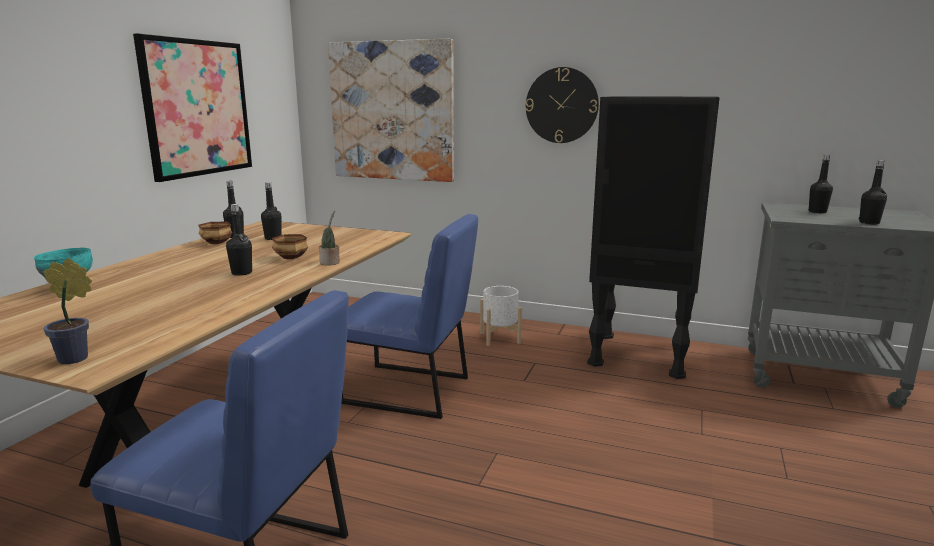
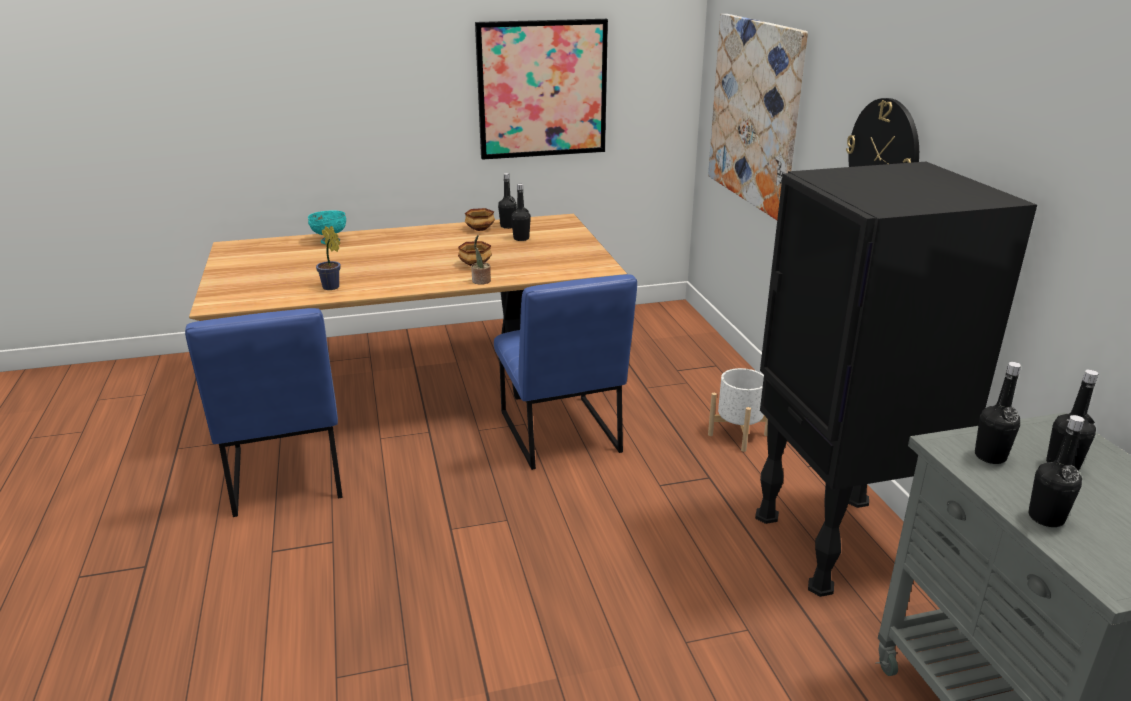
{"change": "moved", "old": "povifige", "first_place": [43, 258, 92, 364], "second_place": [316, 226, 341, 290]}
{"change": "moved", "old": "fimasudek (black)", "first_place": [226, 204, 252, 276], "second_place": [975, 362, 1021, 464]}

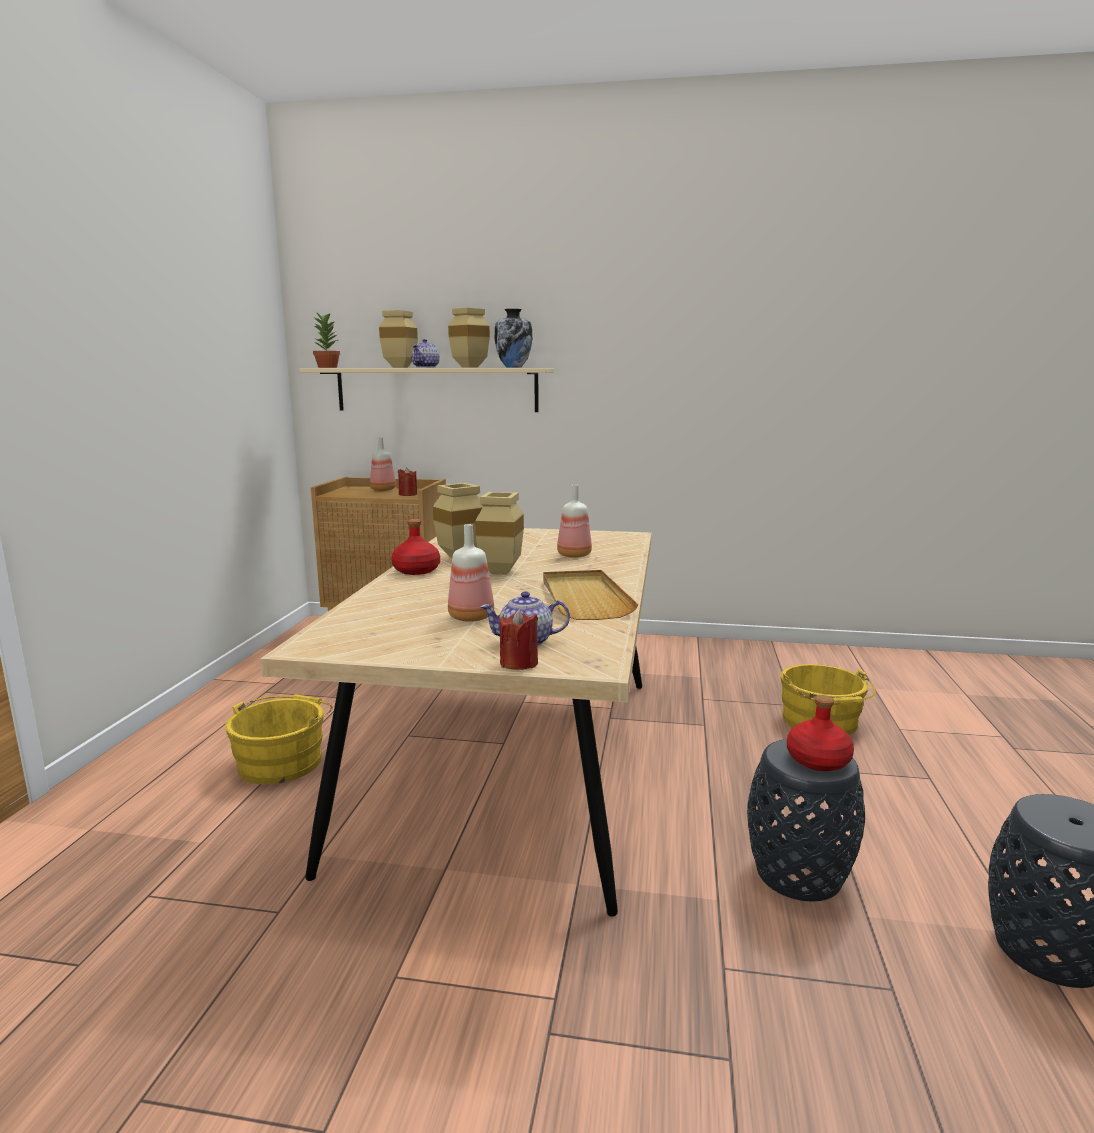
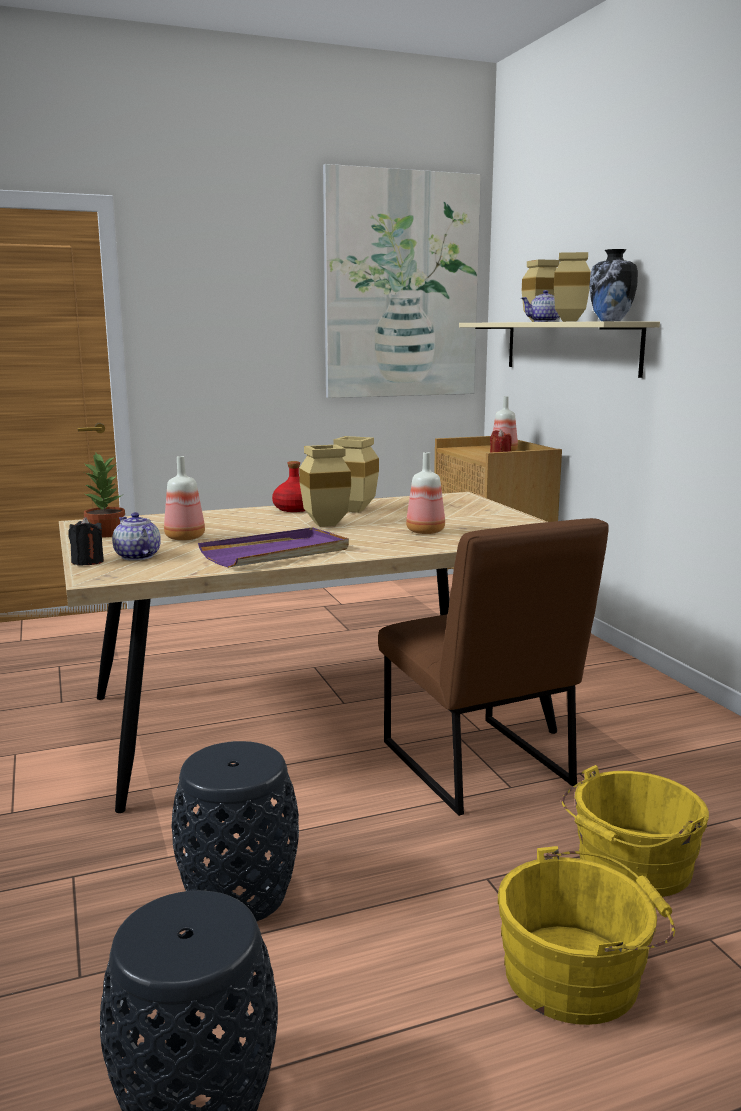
{"change": "moved", "old": "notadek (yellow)", "first_place": [225, 694, 333, 784], "second_place": [498, 846, 675, 1025]}
{"change": "moved", "old": "povifige", "first_place": [313, 311, 340, 368], "second_place": [84, 453, 125, 538]}
{"change": "recoloured", "old": "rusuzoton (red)", "new": "rusuzoton (black)", "first_place": [500, 609, 538, 670], "second_place": [68, 517, 104, 566]}
{"change": "recoloured", "old": "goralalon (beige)", "new": "goralalon (purple)", "first_place": [543, 570, 638, 620], "second_place": [198, 527, 349, 568]}
{"change": "removed", "old": "fimasudek (red)", "first_place": [787, 695, 854, 771]}
{"change": "added", "new": "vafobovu", "second_place": [323, 164, 481, 398]}
{"change": "added", "new": "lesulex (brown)", "second_place": [378, 518, 609, 816]}

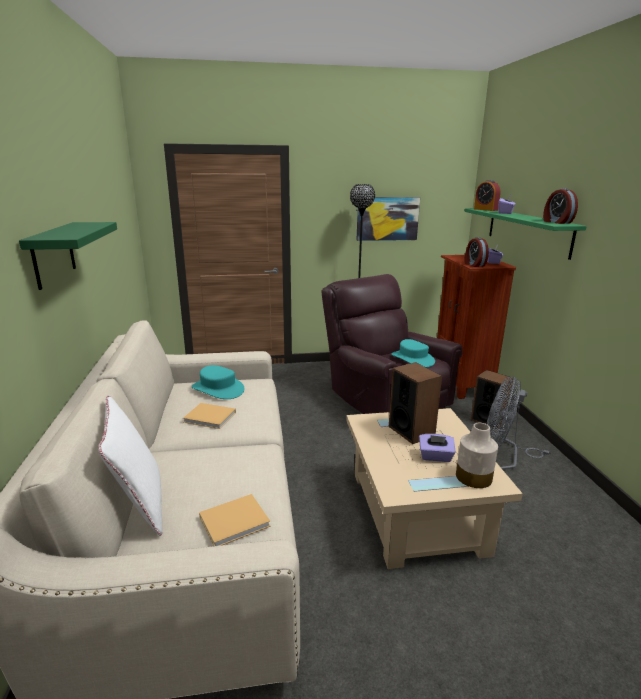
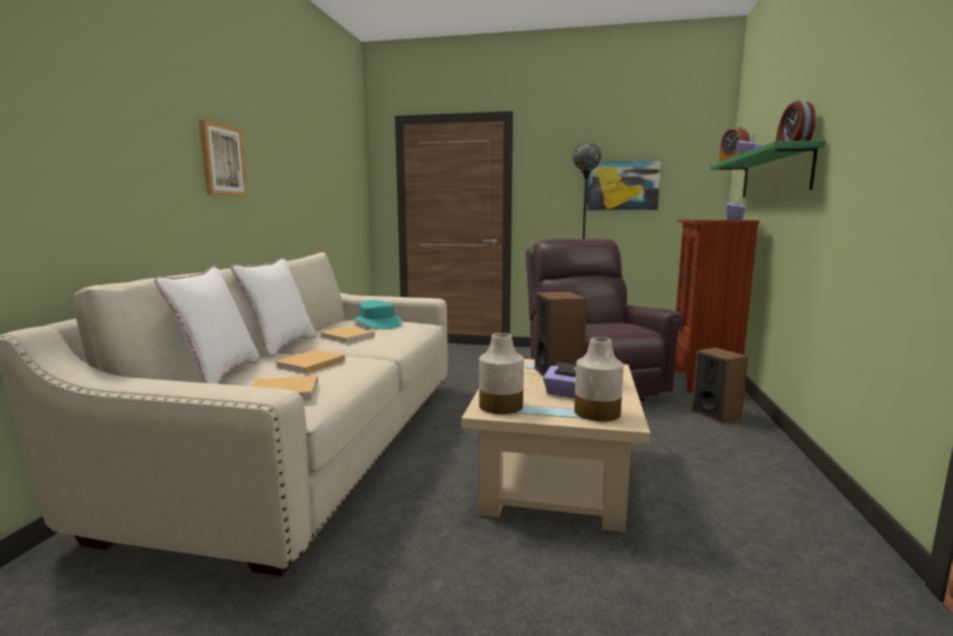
{"change": "replaced", "old": "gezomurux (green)", "new": "vafobovu", "first_place": [19, 222, 117, 290], "second_place": [199, 120, 248, 196]}
{"change": "removed", "old": "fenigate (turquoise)", "first_place": [391, 339, 435, 367]}
{"change": "removed", "old": "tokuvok", "first_place": [465, 237, 489, 267]}
{"change": "removed", "old": "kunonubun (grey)", "first_place": [487, 377, 551, 469]}
{"change": "added", "new": "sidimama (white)", "second_place": [231, 258, 316, 357]}
{"change": "added", "new": "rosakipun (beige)", "second_place": [275, 349, 345, 374]}
{"change": "added", "new": "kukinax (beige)", "second_place": [479, 333, 524, 414]}

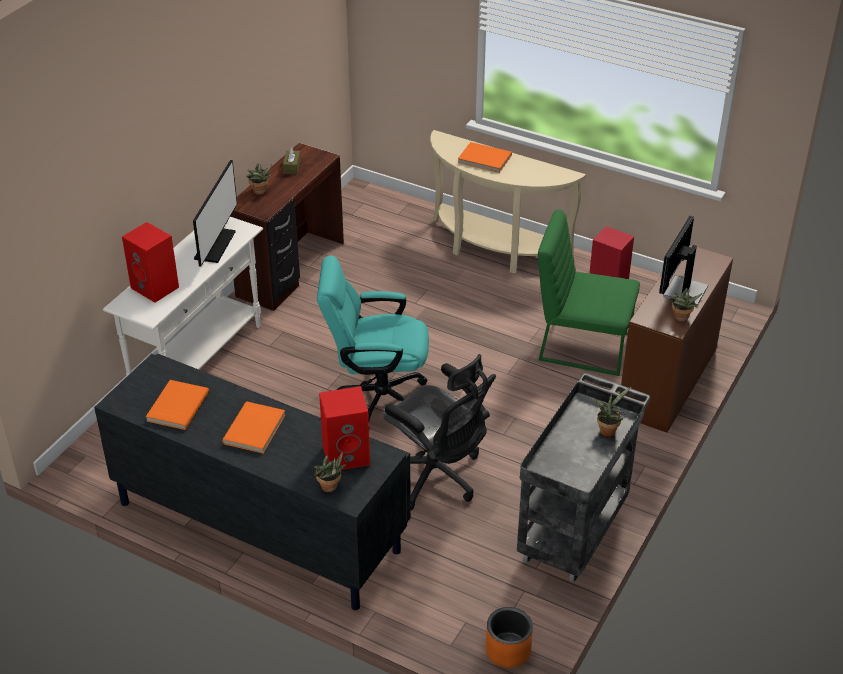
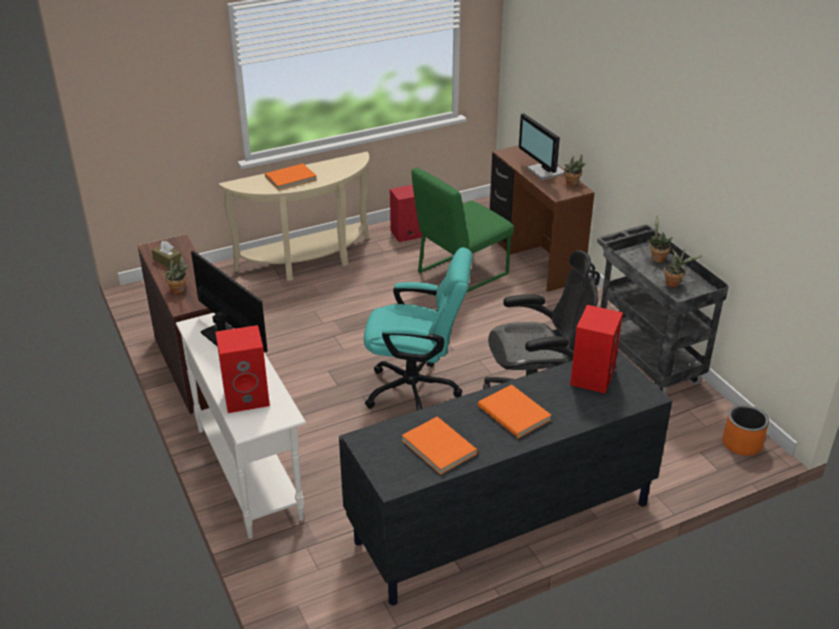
{"change": "moved", "old": "povifige", "first_place": [314, 451, 347, 492], "second_place": [664, 249, 703, 287]}
{"change": "turned", "old": "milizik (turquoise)", "first_place": [317, 256, 429, 421], "second_place": [364, 247, 472, 410], "degrees": -120}

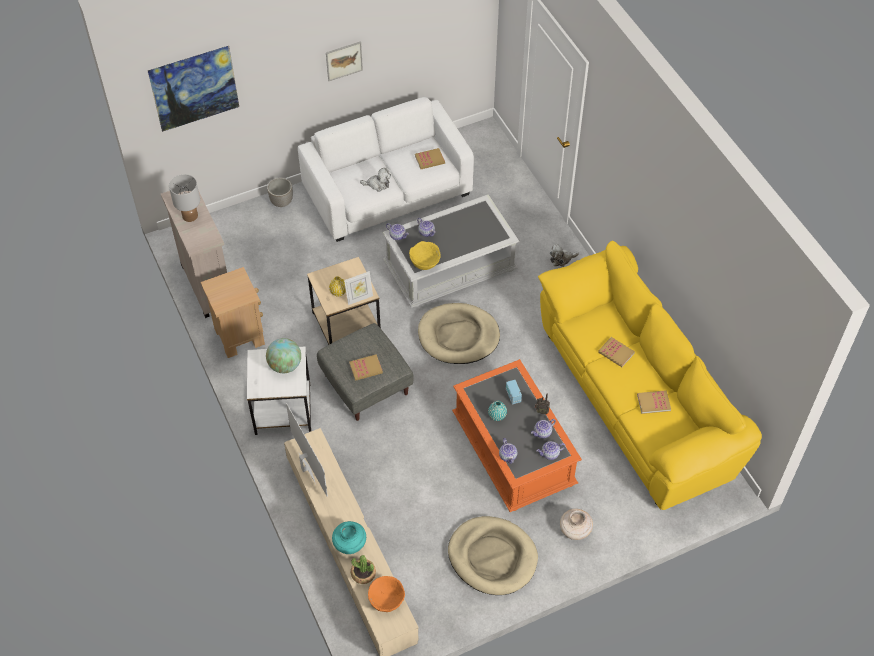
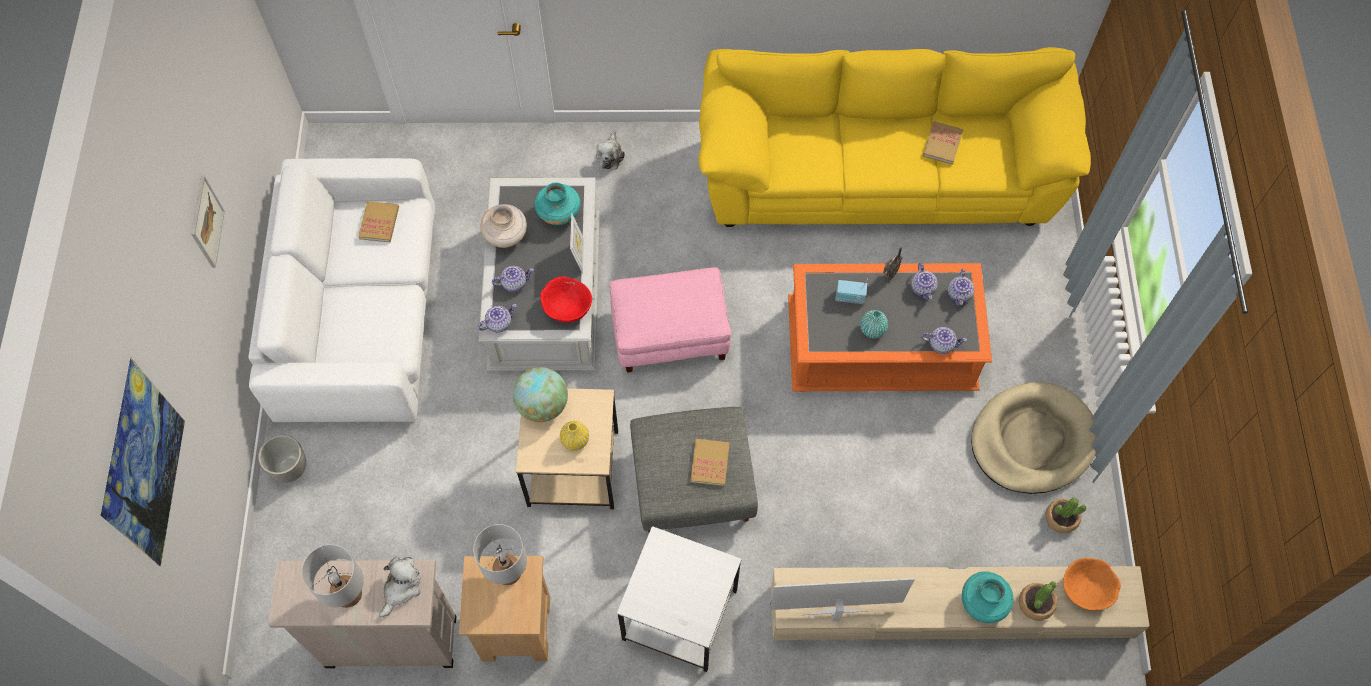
{"change": "moved", "old": "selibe", "first_place": [266, 338, 301, 373], "second_place": [513, 367, 568, 422]}
{"change": "moved", "old": "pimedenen", "first_place": [344, 271, 373, 305], "second_place": [570, 213, 584, 274]}
{"change": "moved", "old": "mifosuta", "first_place": [360, 168, 391, 192], "second_place": [379, 556, 421, 617]}
{"change": "recoloured", "old": "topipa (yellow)", "new": "topipa (red)", "first_place": [409, 241, 441, 270], "second_place": [540, 277, 592, 323]}
{"change": "replaced", "old": "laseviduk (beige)", "new": "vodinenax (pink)", "first_place": [418, 303, 500, 364], "second_place": [610, 267, 731, 373]}
{"change": "moved", "old": "kukinax (beige)", "first_place": [560, 509, 593, 540], "second_place": [481, 204, 527, 248]}
{"change": "removed", "old": "rosakipun", "first_place": [598, 337, 635, 367]}
{"change": "added", "new": "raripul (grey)", "second_place": [473, 524, 527, 585]}
{"change": "added", "new": "kukinax (turquoise)", "second_place": [535, 182, 581, 225]}
{"change": "added", "new": "povifige", "second_place": [1045, 497, 1086, 533]}

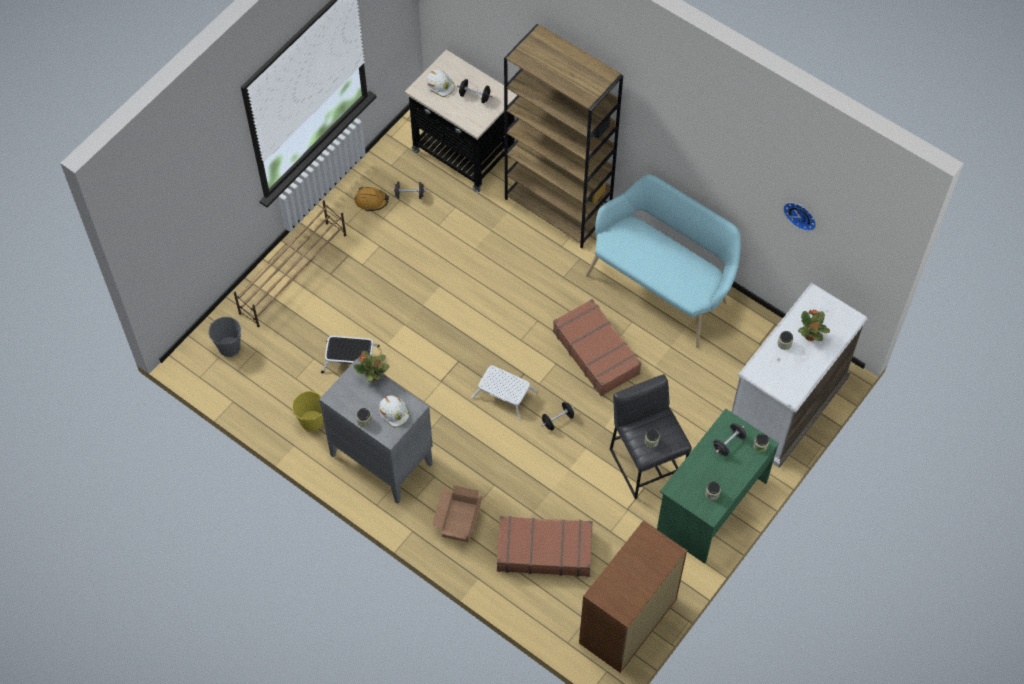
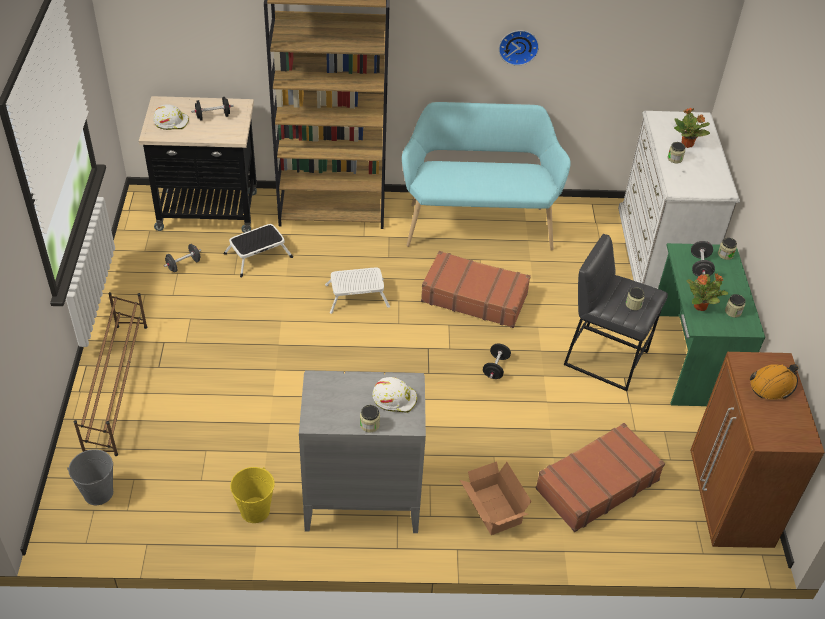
{"change": "moved", "old": "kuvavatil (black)", "first_place": [321, 336, 380, 373], "second_place": [223, 224, 293, 277]}
{"change": "moved", "old": "povifige", "first_place": [354, 351, 389, 382], "second_place": [686, 273, 728, 311]}
{"change": "moved", "old": "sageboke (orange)", "first_place": [355, 186, 389, 211], "second_place": [749, 364, 799, 400]}
{"change": "moved", "old": "kuvavatil (white)", "first_place": [471, 366, 537, 420], "second_place": [325, 268, 390, 314]}
{"change": "moved", "old": "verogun", "first_place": [783, 202, 816, 231], "second_place": [499, 30, 539, 66]}

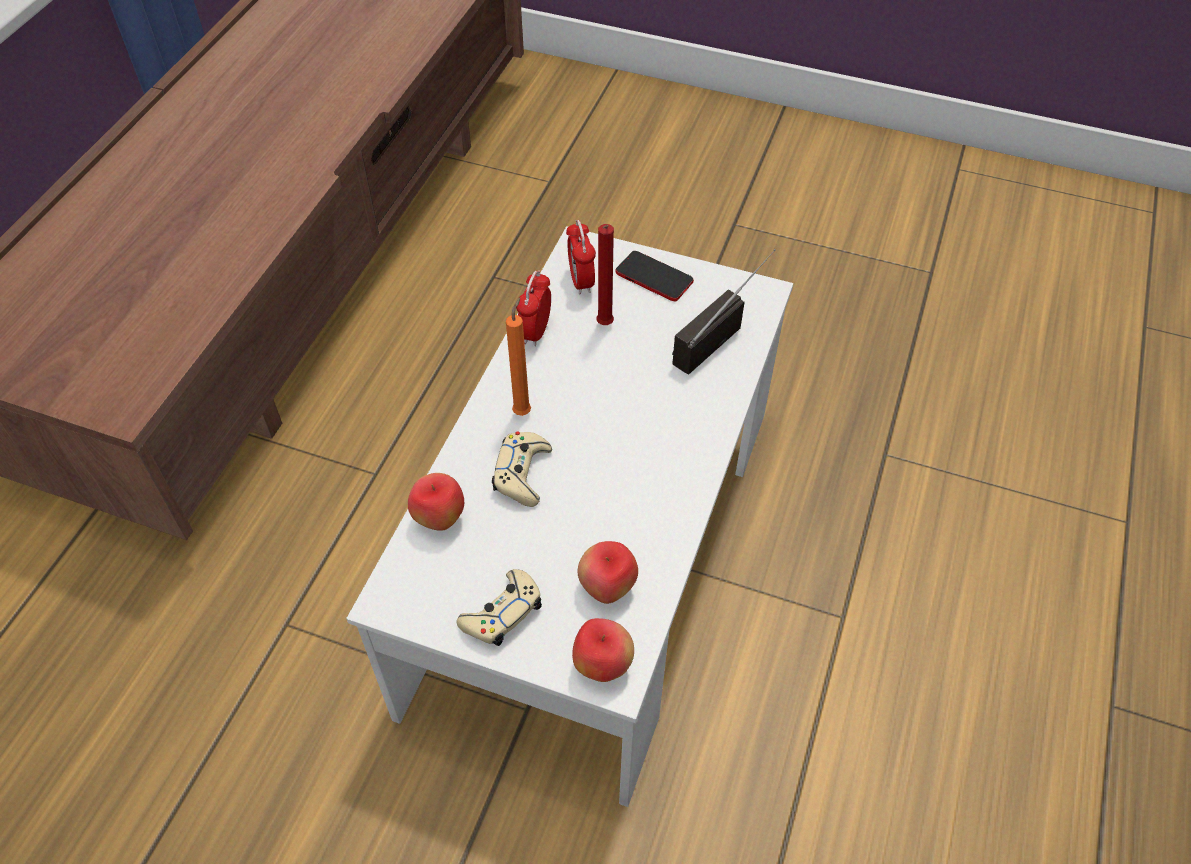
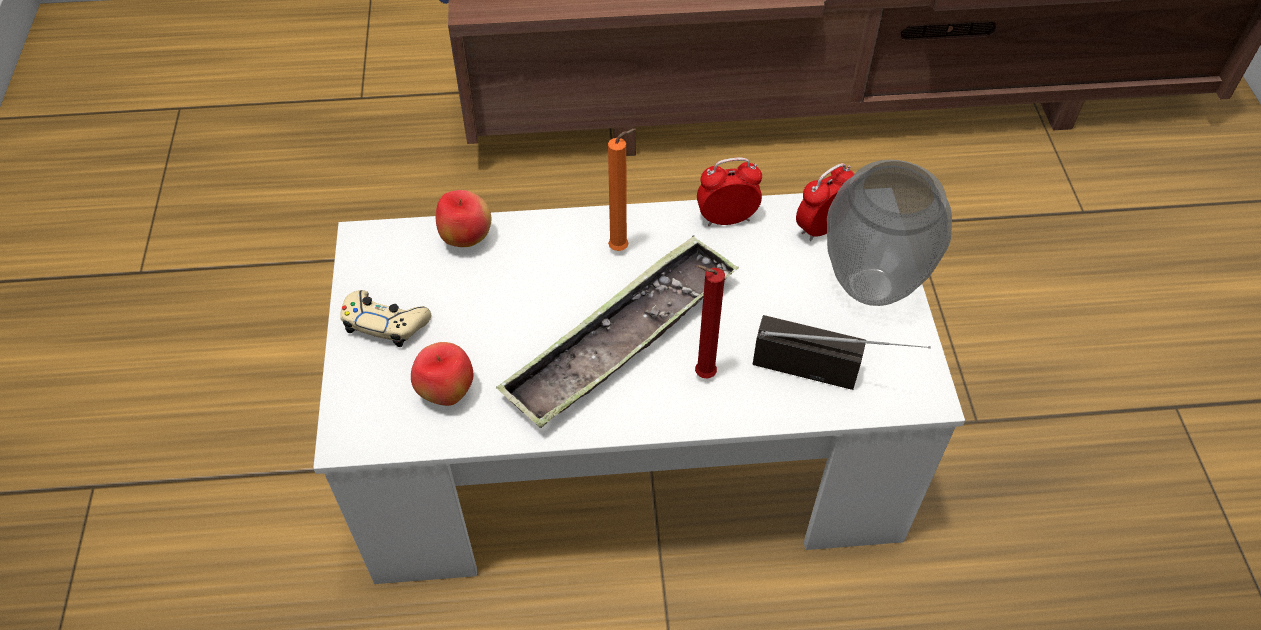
{"change": "removed", "old": "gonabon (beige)", "first_place": [492, 431, 552, 507]}
{"change": "removed", "old": "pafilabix", "first_place": [572, 618, 634, 682]}
{"change": "moved", "old": "rusuzoton (red)", "first_place": [596, 224, 614, 325], "second_place": [695, 265, 725, 378]}
{"change": "replaced", "old": "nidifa", "new": "kukinax", "first_place": [615, 251, 694, 301], "second_place": [827, 160, 952, 306]}
{"change": "added", "new": "goralalon", "second_place": [496, 236, 739, 428]}

